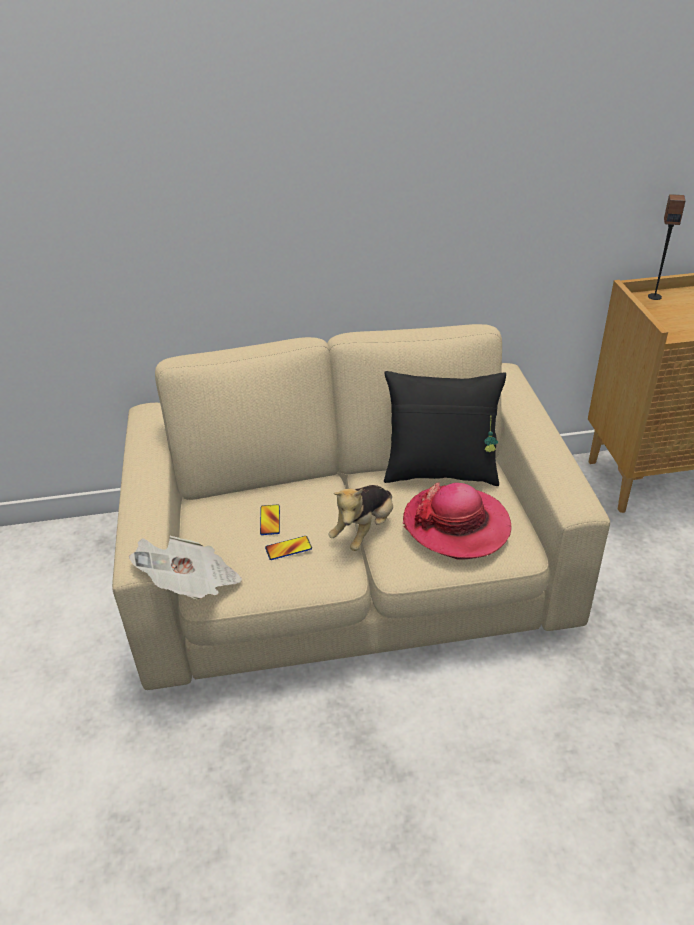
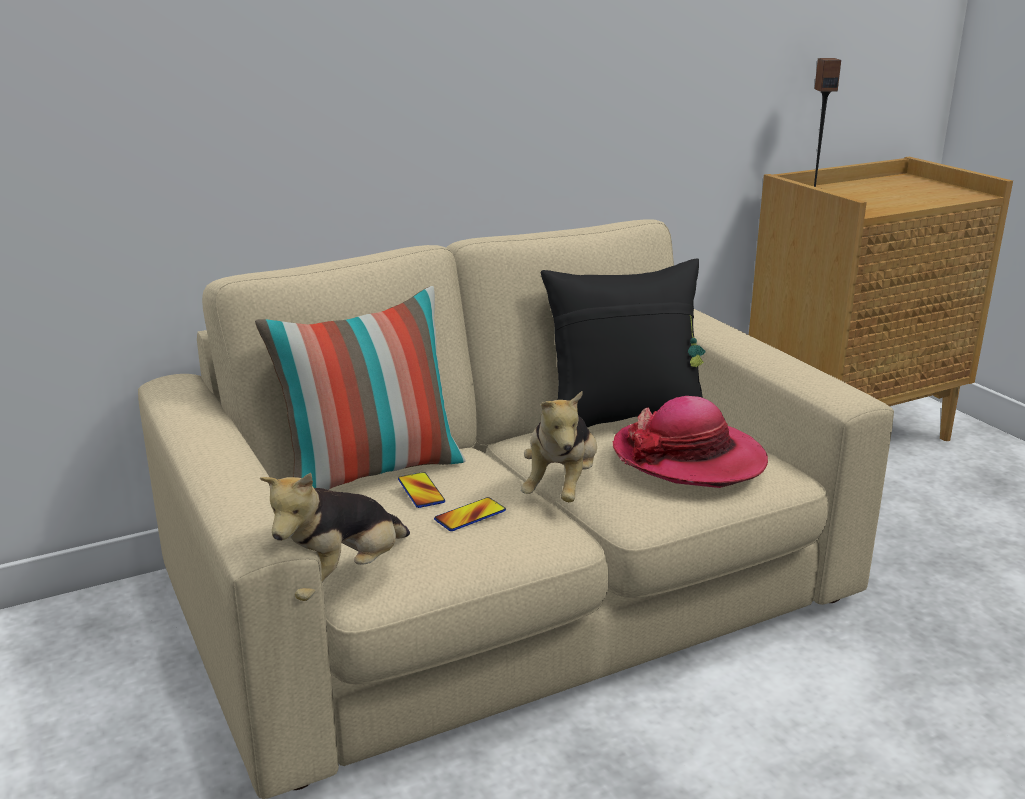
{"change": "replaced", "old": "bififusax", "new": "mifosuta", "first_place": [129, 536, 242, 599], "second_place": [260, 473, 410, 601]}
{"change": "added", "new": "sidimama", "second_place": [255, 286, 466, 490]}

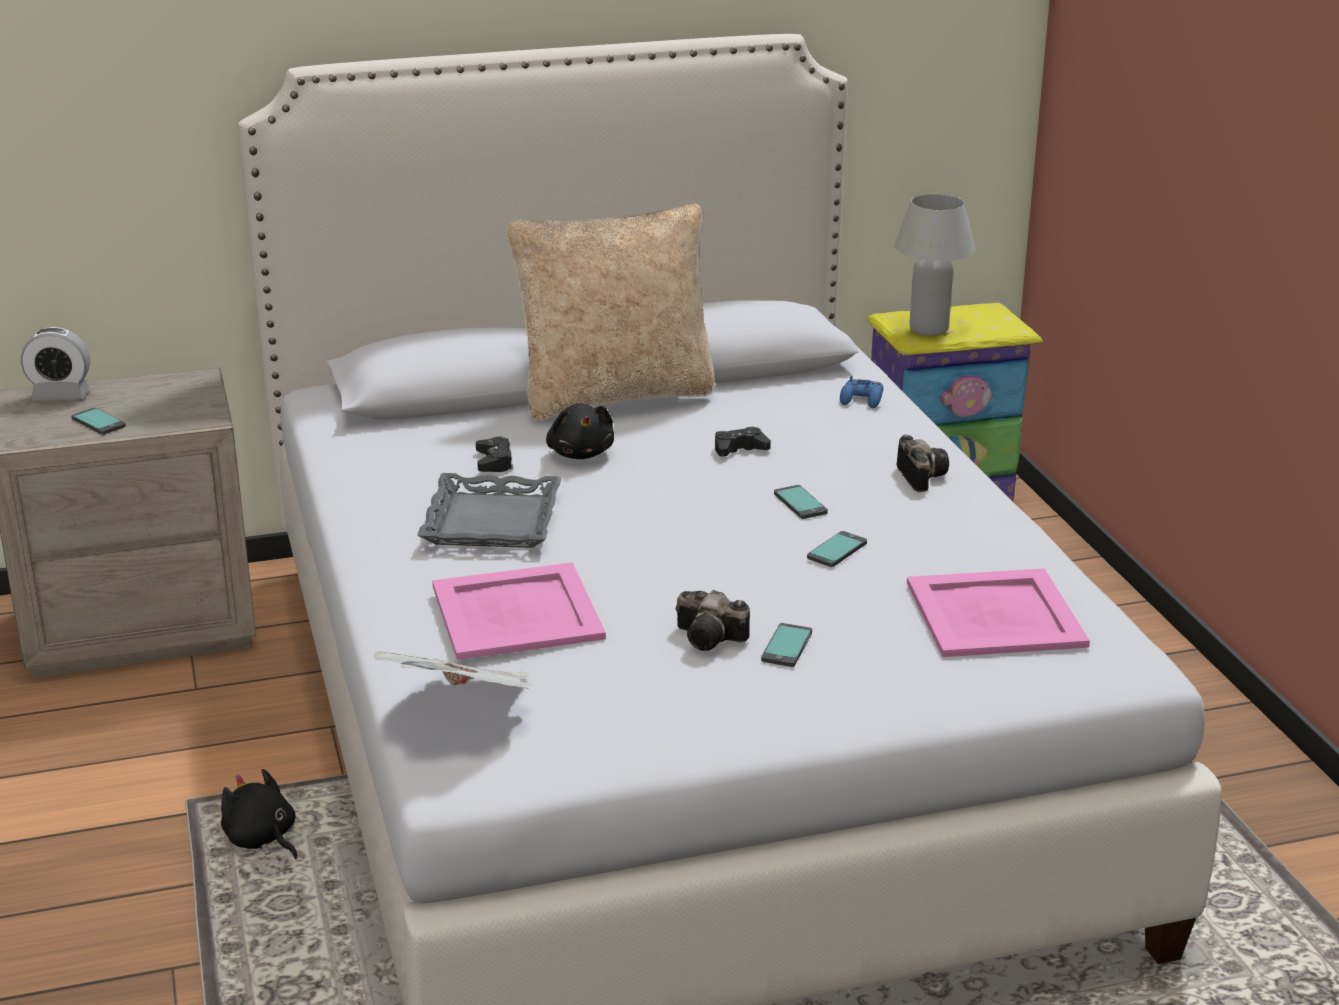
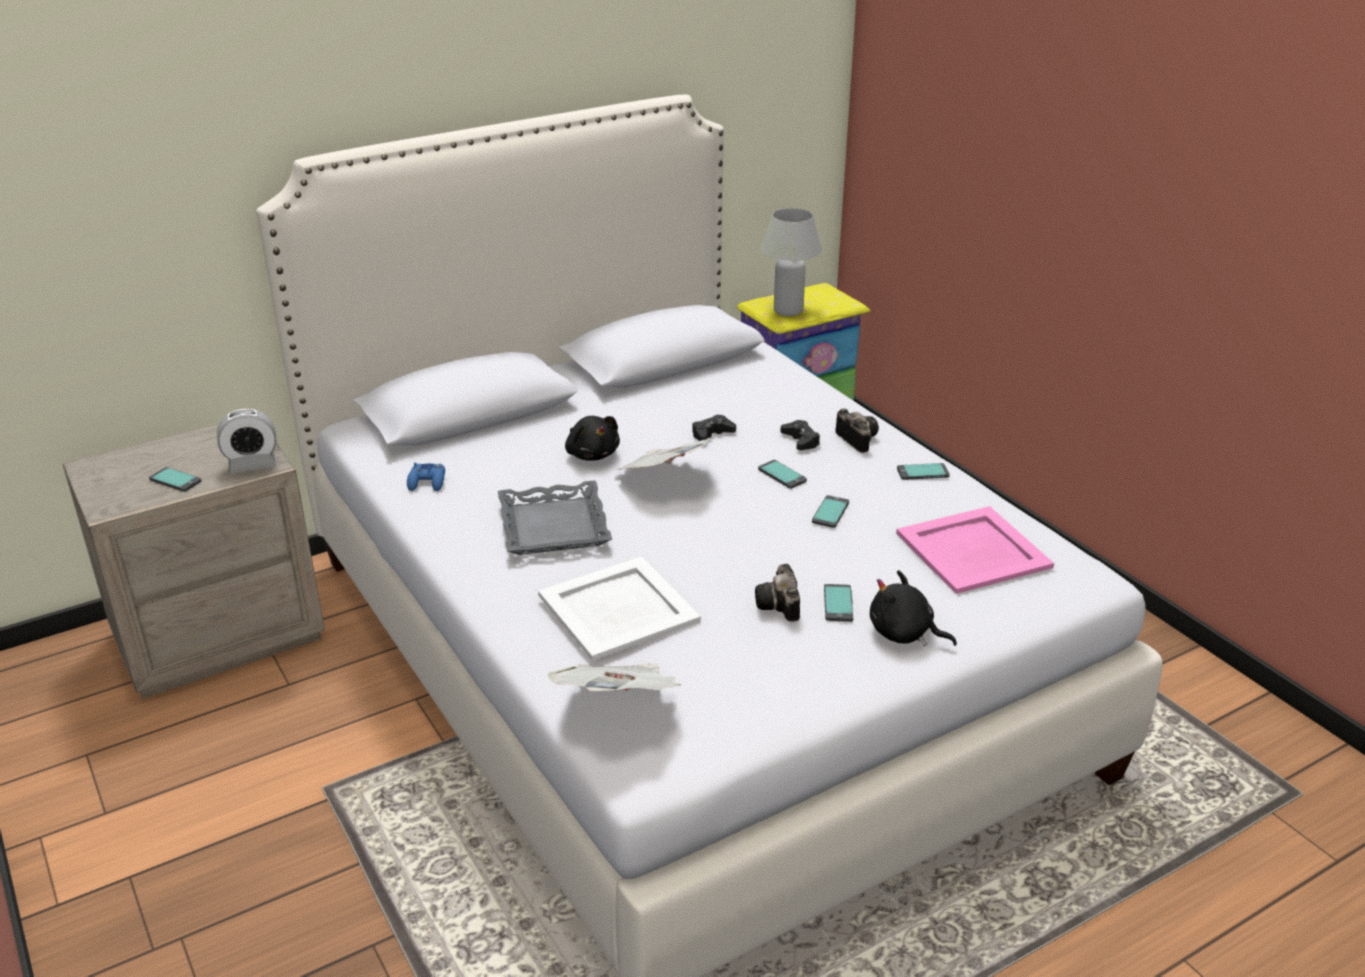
{"change": "moved", "old": "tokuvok", "first_place": [21, 327, 90, 400], "second_place": [217, 409, 276, 474]}
{"change": "moved", "old": "mifosuta (black)", "first_place": [221, 769, 298, 860], "second_place": [870, 570, 957, 646]}
{"change": "recoloured", "old": "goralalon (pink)", "new": "goralalon (white)", "first_place": [432, 562, 606, 660], "second_place": [538, 556, 701, 661]}
{"change": "moved", "old": "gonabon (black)", "first_place": [476, 437, 513, 472], "second_place": [780, 420, 820, 450]}
{"change": "removed", "old": "sidimama (beige)", "first_place": [507, 202, 715, 421]}
{"change": "turned", "old": "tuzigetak", "first_place": [676, 590, 750, 651], "second_place": [755, 564, 800, 622], "degrees": 75}
{"change": "moved", "old": "gonabon (blue)", "first_place": [840, 376, 883, 408], "second_place": [407, 463, 445, 491]}
{"change": "added", "new": "bififusax", "second_place": [615, 438, 715, 470]}
{"change": "added", "new": "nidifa", "second_place": [897, 463, 950, 480]}

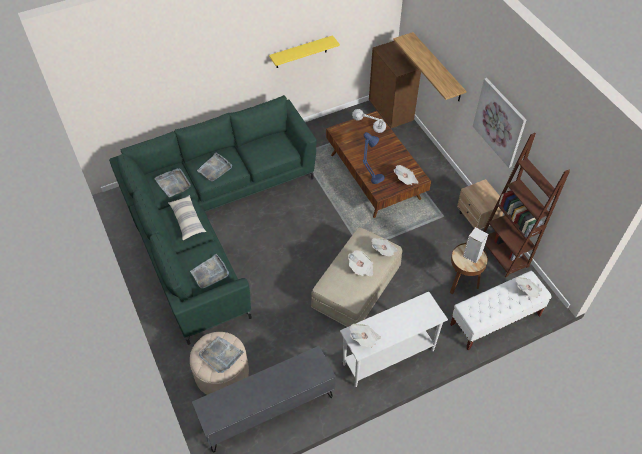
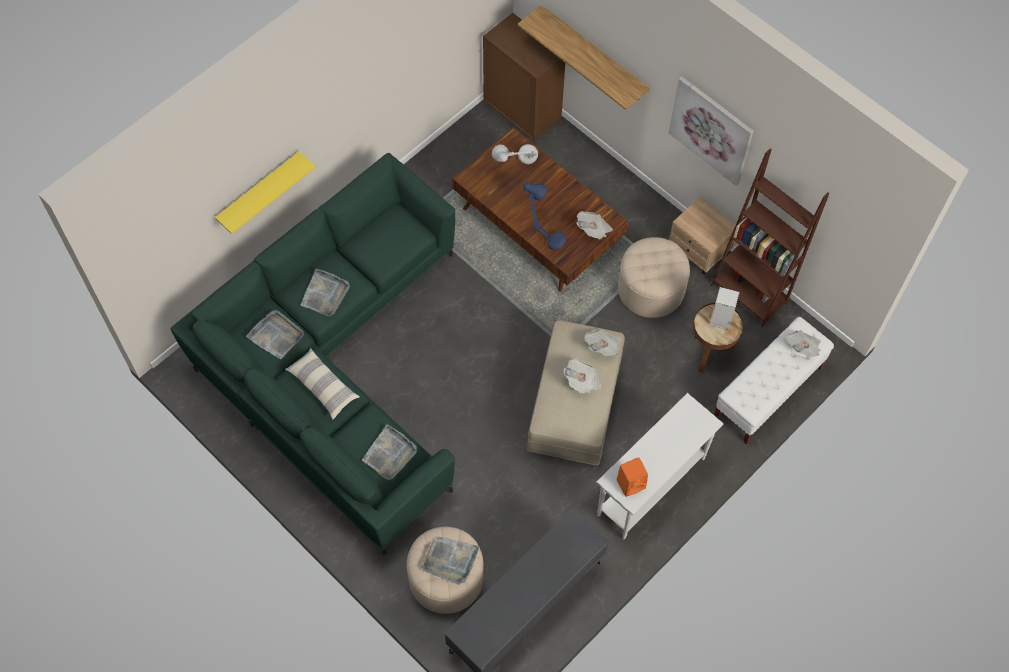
{"change": "moved", "old": "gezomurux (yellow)", "first_place": [269, 35, 340, 68], "second_place": [215, 152, 316, 234]}
{"change": "replaced", "old": "bififusax", "new": "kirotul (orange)", "first_place": [350, 324, 381, 348], "second_place": [617, 457, 648, 497]}
{"change": "added", "new": "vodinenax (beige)", "second_place": [618, 237, 690, 318]}

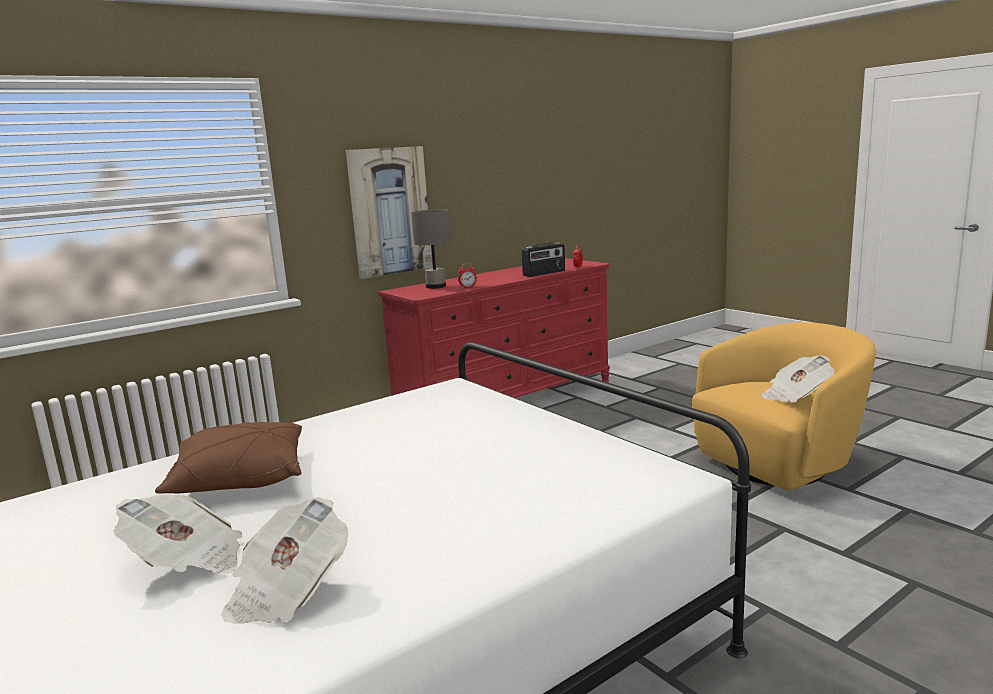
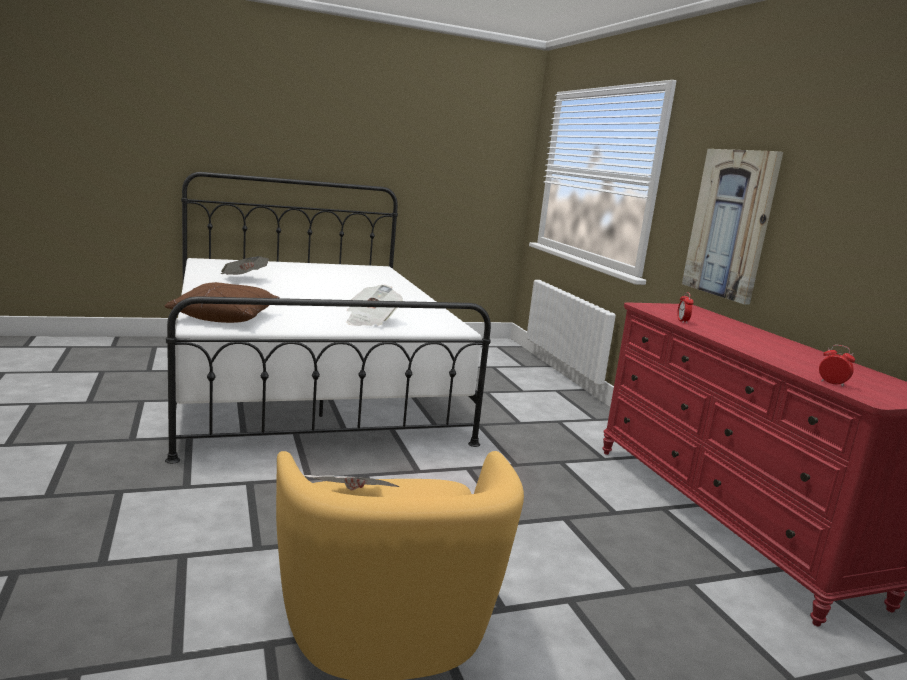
{"change": "moved", "old": "bififusax", "first_place": [113, 495, 242, 573], "second_place": [347, 285, 403, 326]}
{"change": "moved", "old": "sidimama (brown)", "first_place": [155, 422, 302, 494], "second_place": [165, 282, 280, 323]}
{"change": "removed", "old": "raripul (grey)", "first_place": [411, 209, 451, 289]}
{"change": "removed", "old": "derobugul", "first_place": [522, 242, 565, 277]}

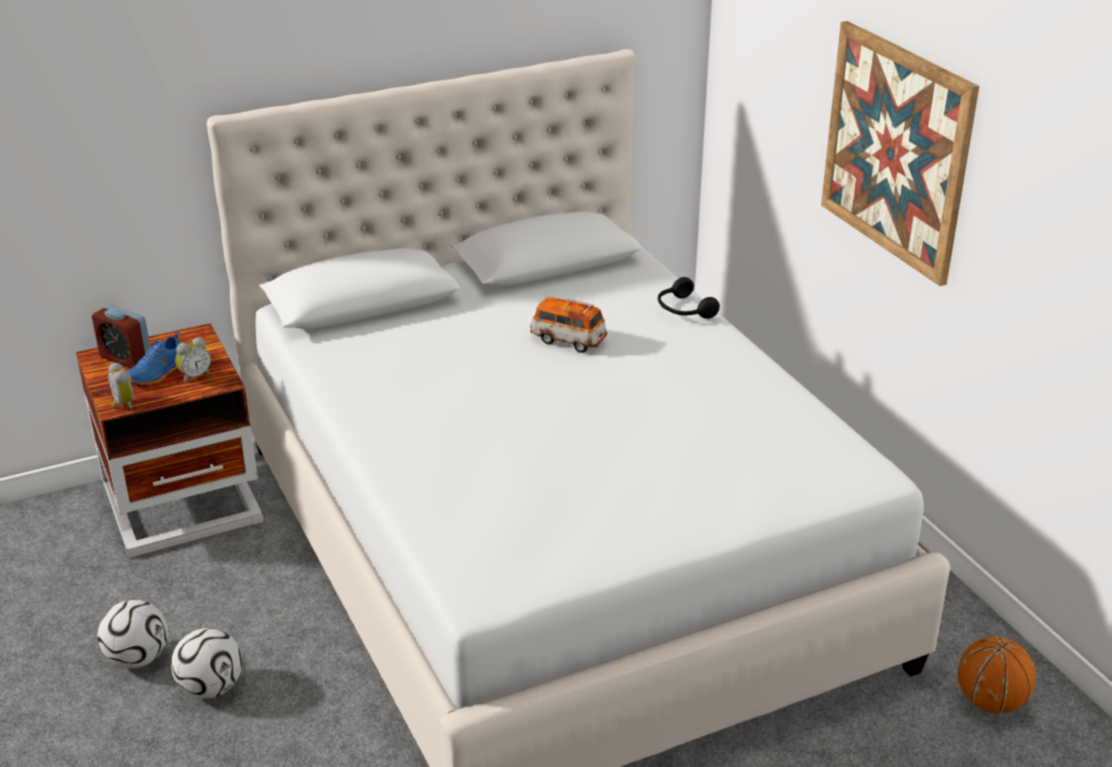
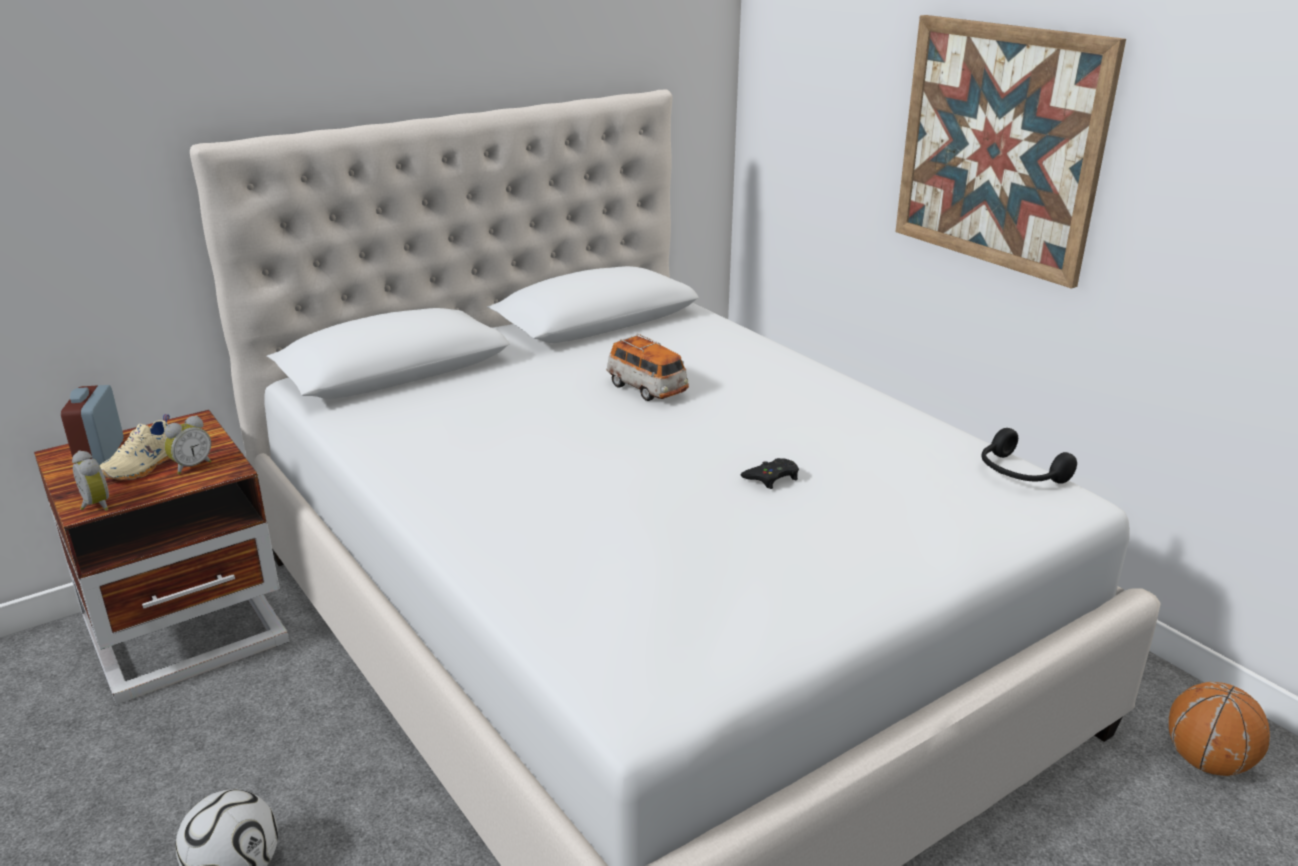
{"change": "turned", "old": "tokuvok", "first_place": [92, 305, 150, 368], "second_place": [61, 385, 124, 466], "degrees": 60}
{"change": "removed", "old": "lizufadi", "first_place": [98, 600, 168, 668]}
{"change": "recoloured", "old": "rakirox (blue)", "new": "rakirox (beige)", "first_place": [127, 332, 180, 385], "second_place": [100, 414, 170, 480]}
{"change": "turned", "old": "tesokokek", "first_place": [530, 297, 607, 353], "second_place": [606, 333, 689, 401], "degrees": -150}
{"change": "moved", "old": "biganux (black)", "first_place": [658, 277, 720, 319], "second_place": [982, 428, 1077, 484]}
{"change": "added", "new": "gonabon (black)", "second_place": [740, 458, 799, 489]}

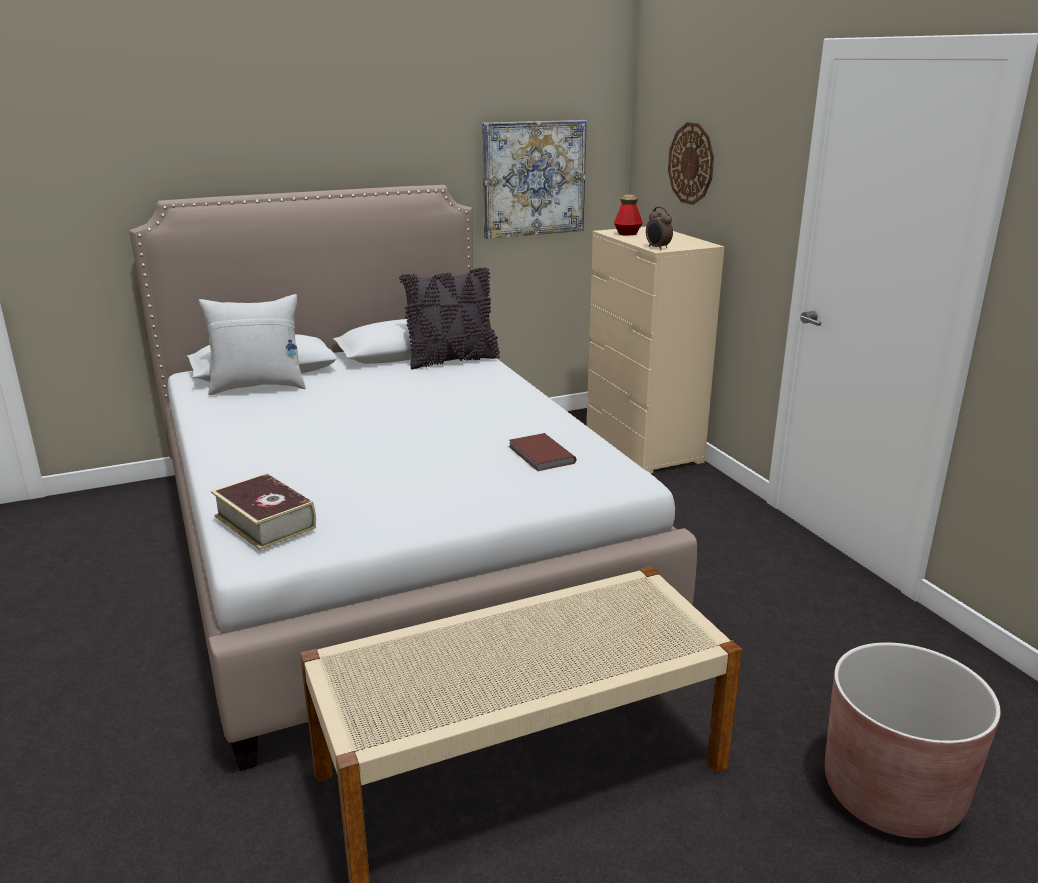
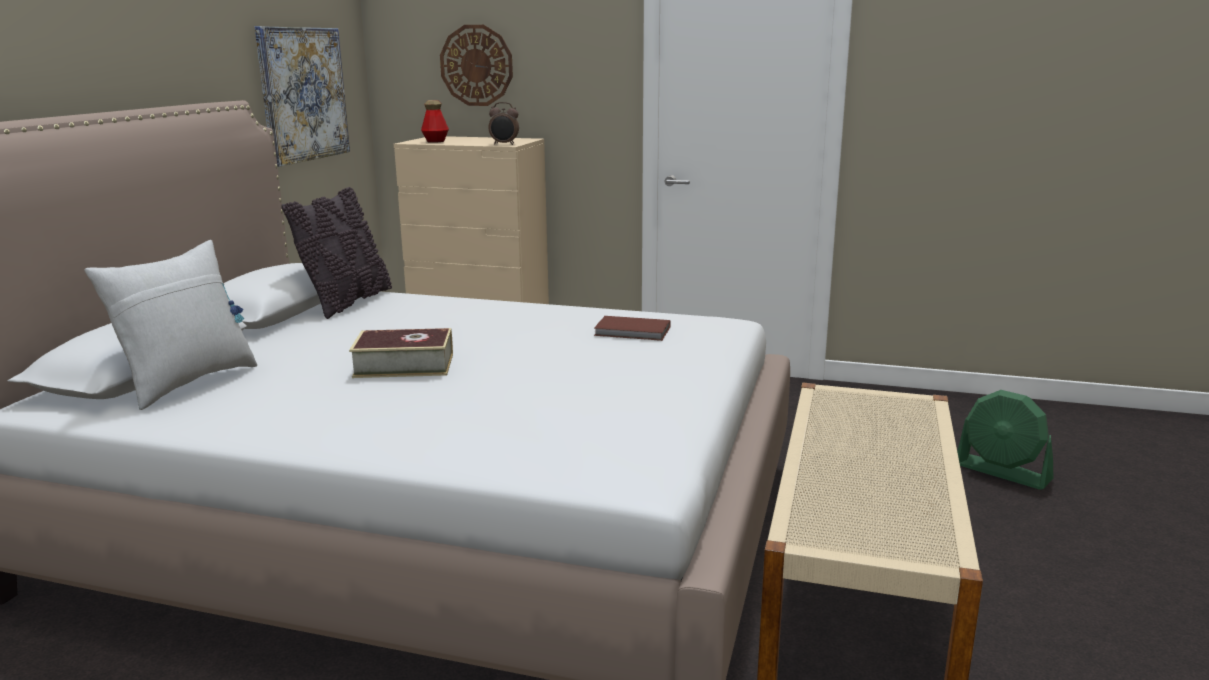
{"change": "moved", "old": "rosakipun", "first_place": [211, 473, 316, 550], "second_place": [349, 328, 453, 378]}
{"change": "replaced", "old": "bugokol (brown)", "new": "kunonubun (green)", "first_place": [825, 642, 1001, 838], "second_place": [957, 390, 1053, 490]}

